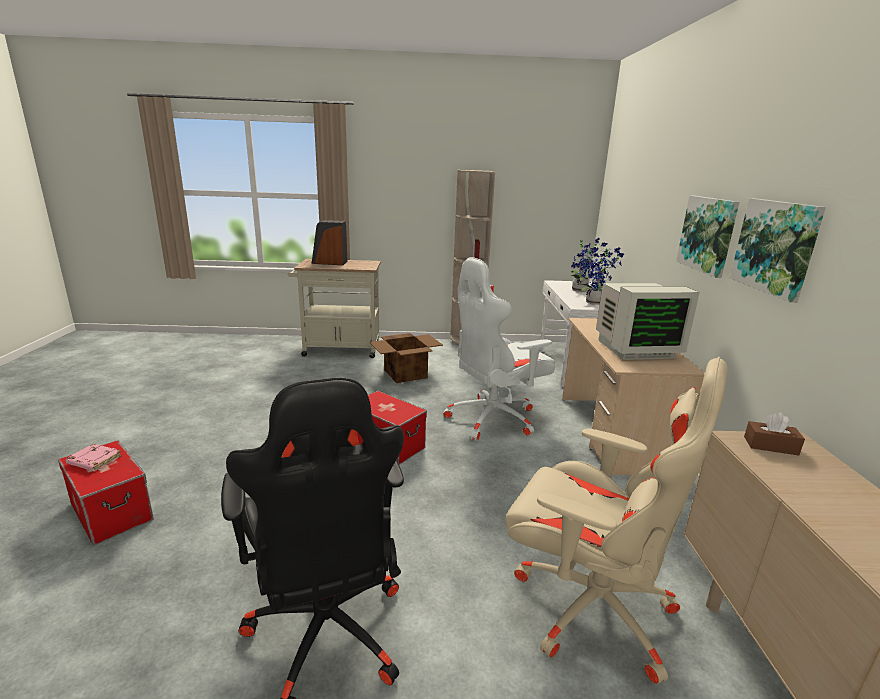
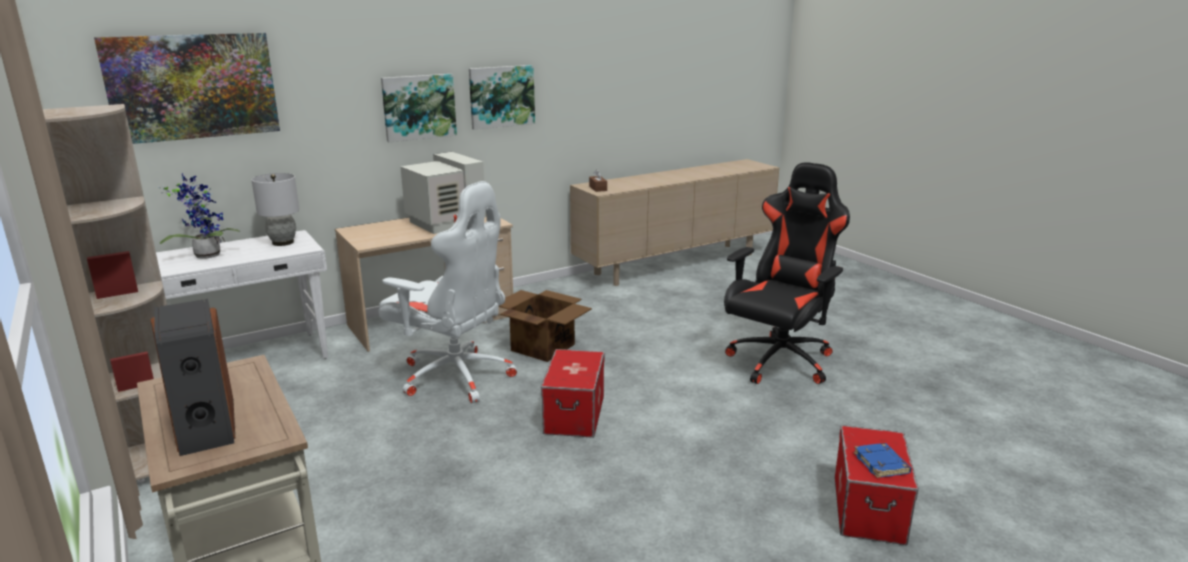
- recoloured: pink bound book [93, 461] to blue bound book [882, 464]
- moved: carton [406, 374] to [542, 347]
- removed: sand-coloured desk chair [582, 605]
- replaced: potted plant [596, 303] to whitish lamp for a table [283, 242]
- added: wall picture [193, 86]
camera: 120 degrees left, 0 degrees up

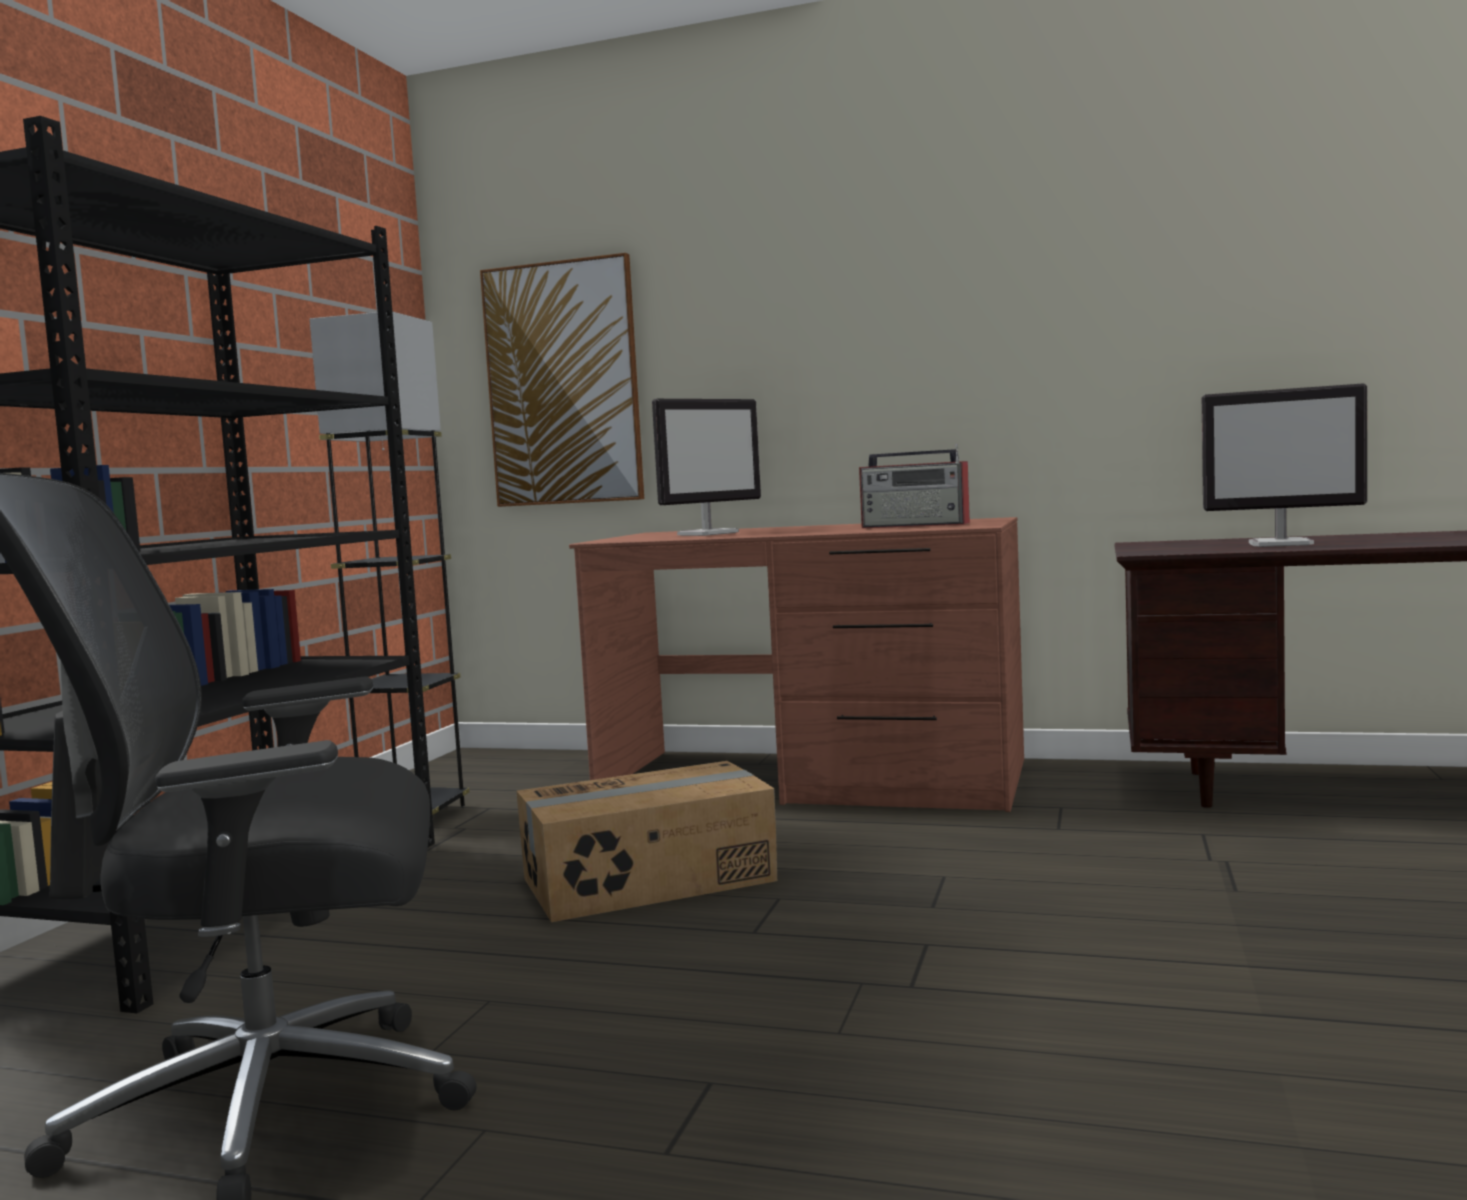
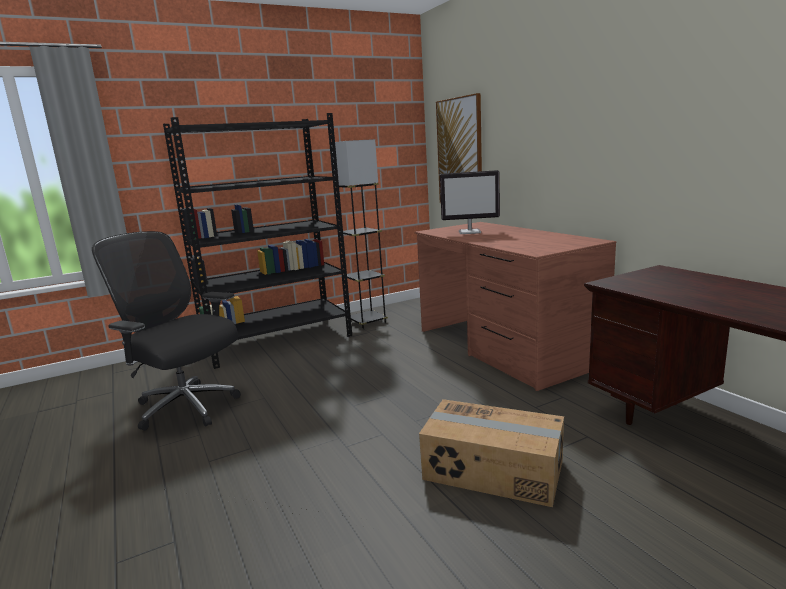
- moved: carton [649, 880] to [493, 471]
- removed: radio [917, 525]
- removed: monitor [1282, 544]
camera: 45 degrees right, 10 degrees up

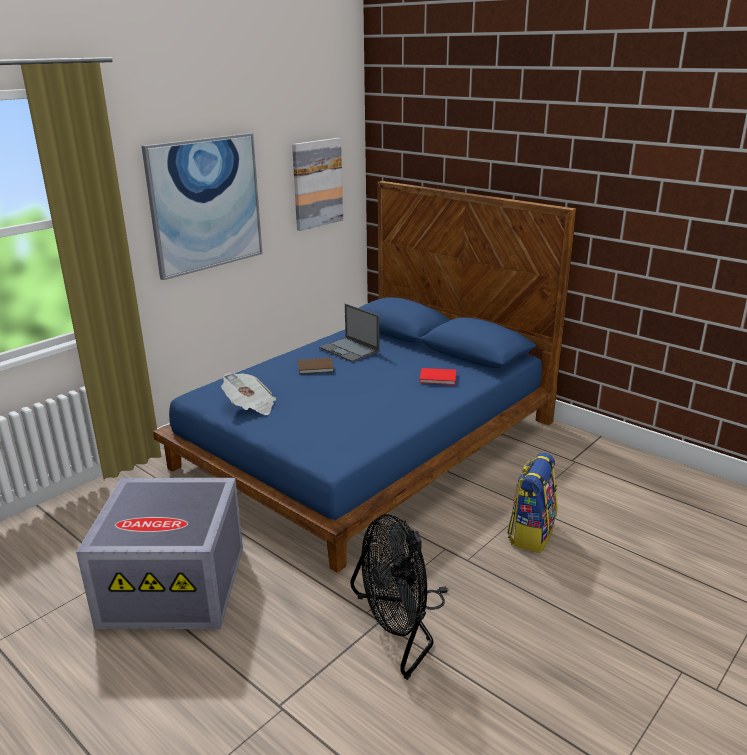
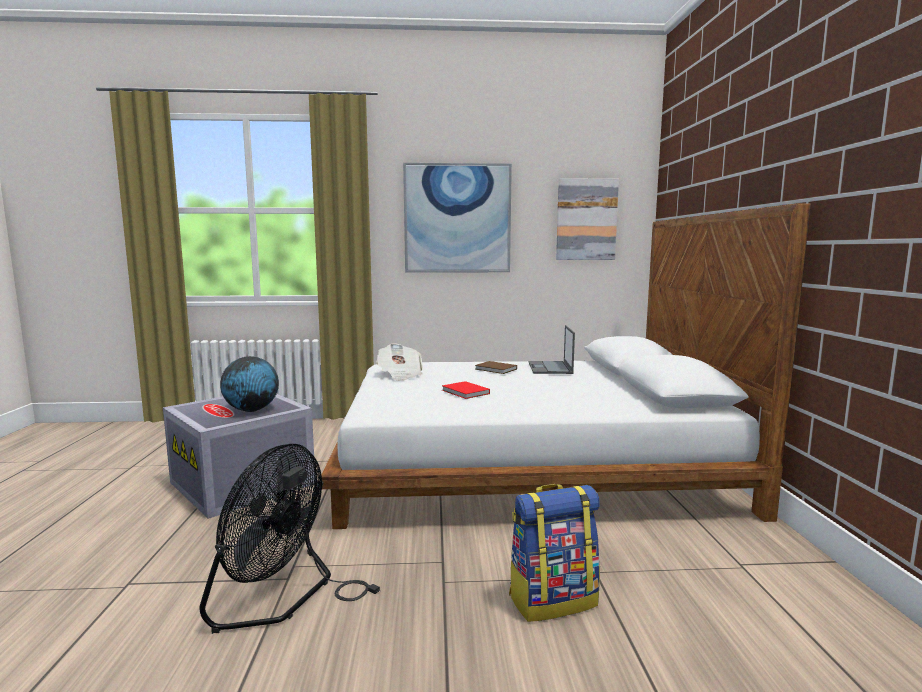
- recoloured: blue bed [367, 444] to whitish bed [526, 463]
- moved: red bound book [439, 378] to [465, 392]
- added: desk globe [251, 410]
camera: 45 degrees right, 15 degrees down

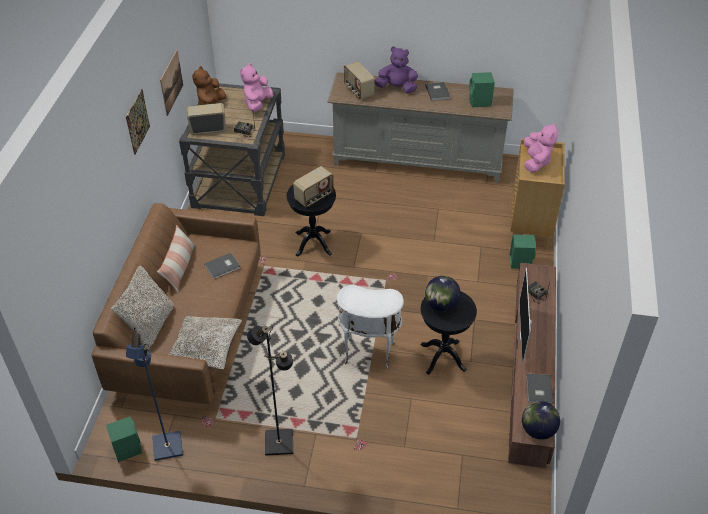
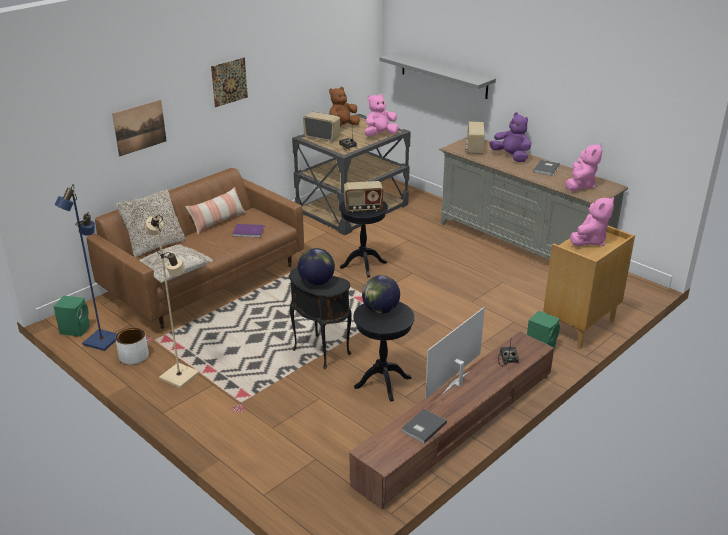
- moved: wall picture [171, 82] to [139, 127]
- recoloured: gray bound book [223, 267] to purplish bound book [249, 232]
- recoloured: black floor lamp [279, 442] to sand-coloured floor lamp [179, 376]
- recoloured: whitish side table [368, 355] to black side table [320, 353]
- replaced: greenish audio speaker [480, 102] to pink plush toy [580, 185]
- moved: desk globe [538, 430] to [316, 282]
- added: whitish flower pot [134, 356]
- added: gray bracket shelf [443, 75]
camera: 35 degrees right, 15 degrees down

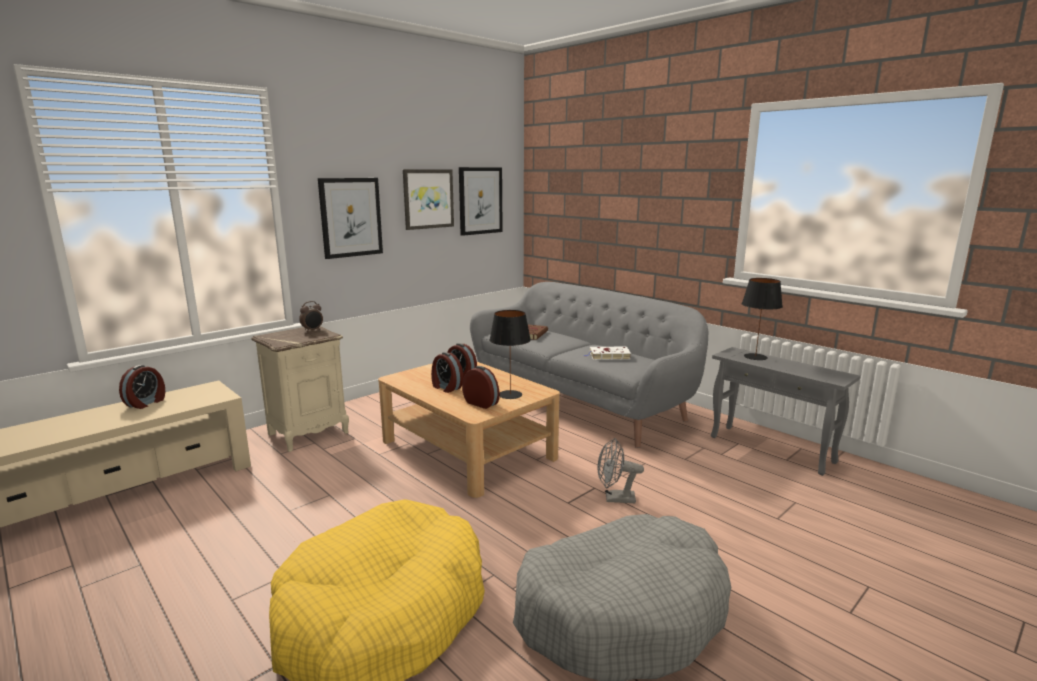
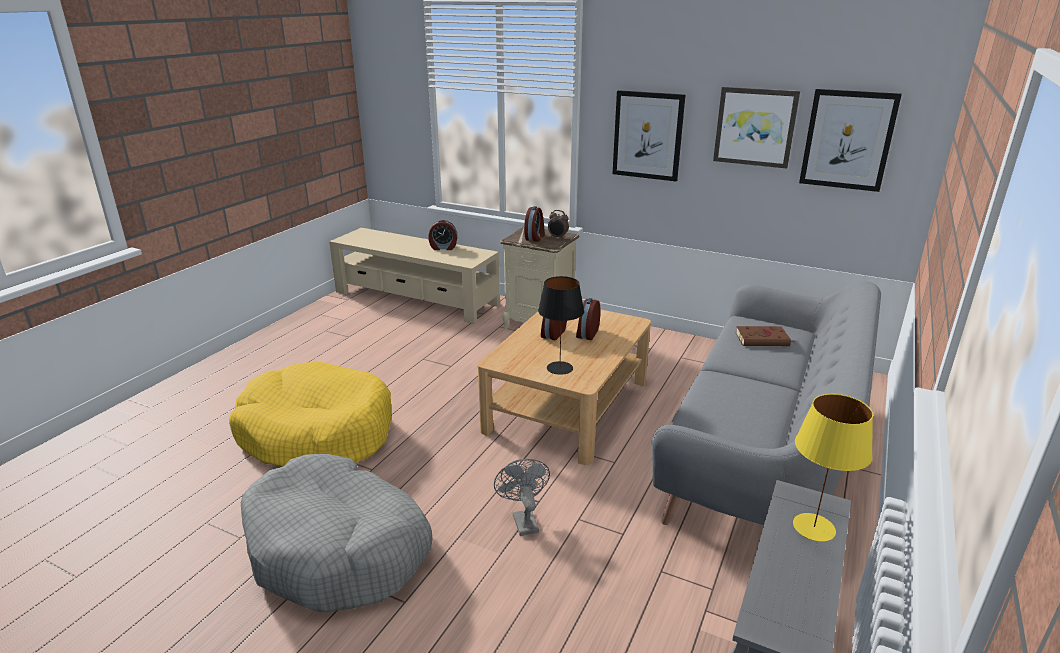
- moved: table clock [482, 403] to [535, 237]
- removed: whitish bound book [608, 356]
- recoloured: black lamp for a table [755, 357] to yellow-coloured lamp for a table [813, 526]
camera: 70 degrees right, 10 degrees up

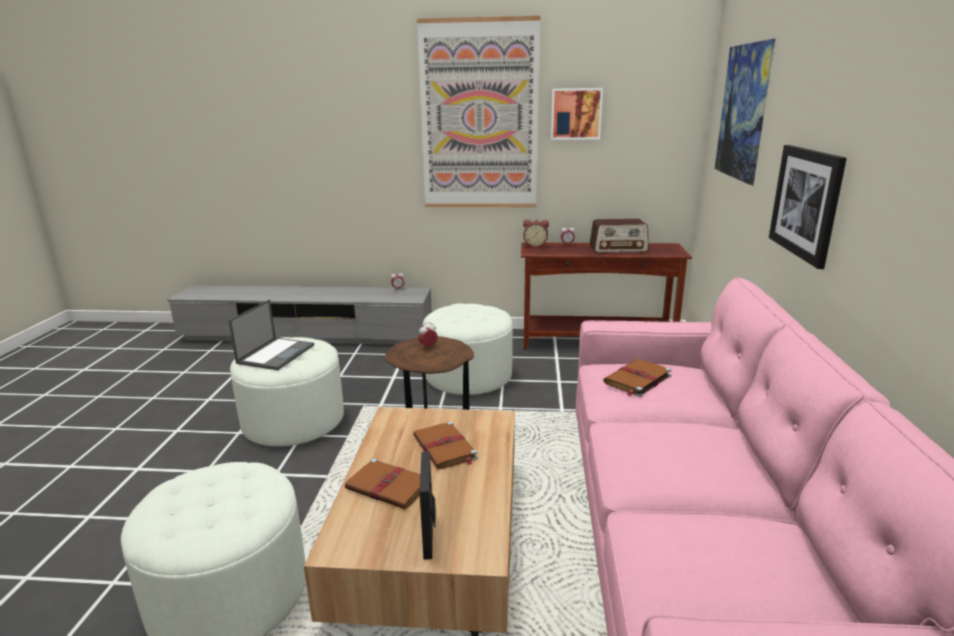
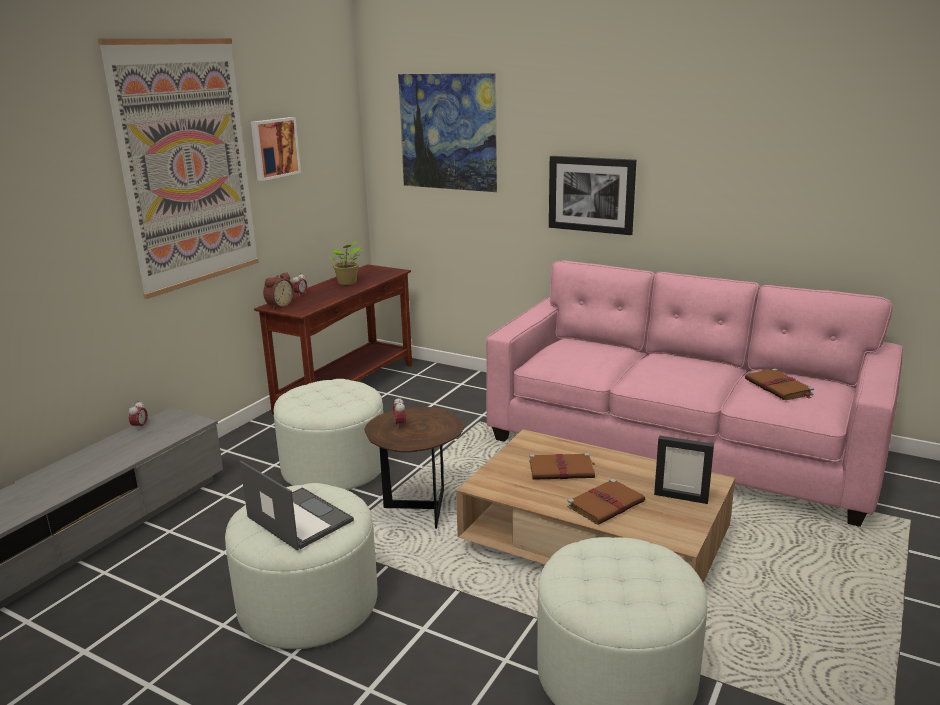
- replaced: radio [618, 248] to potted plant [347, 283]
- moved: brown bound book [637, 380] to [779, 387]
camera: 65 degrees left, 0 degrees up

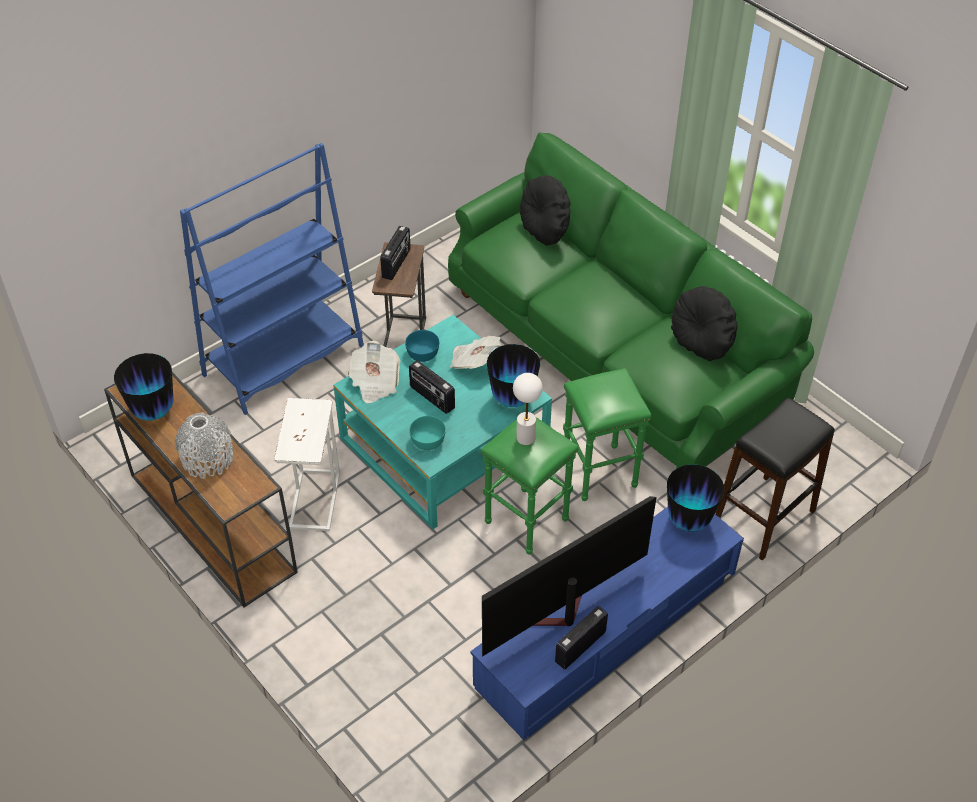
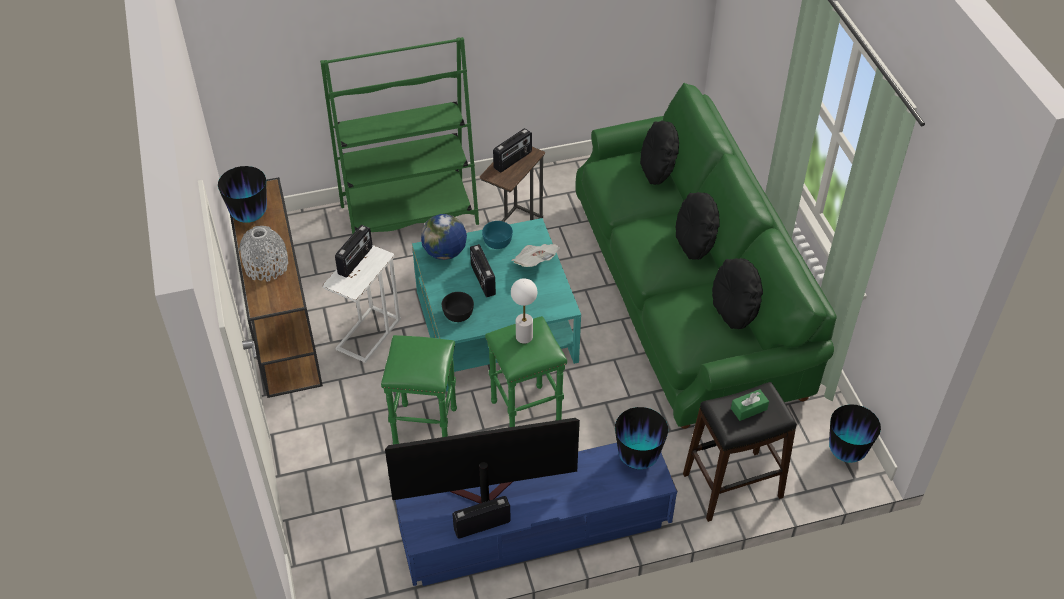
- recoloured: blue shelving unit [284, 361] to greenish shelving unit [409, 215]
- replaced: newspaper [375, 382] to desk globe [445, 253]
- recoloured: turquoise-coloured bowl [428, 441] to black bowl [458, 314]
- moved: flower vase [512, 399] to [846, 453]
- moved: greenish stool [599, 473] to [423, 428]
- added: radio [356, 261]
- added: black cushion [694, 245]
- added: greenish box of tissues [749, 409]
camera: 25 degrees right, 0 degrees up

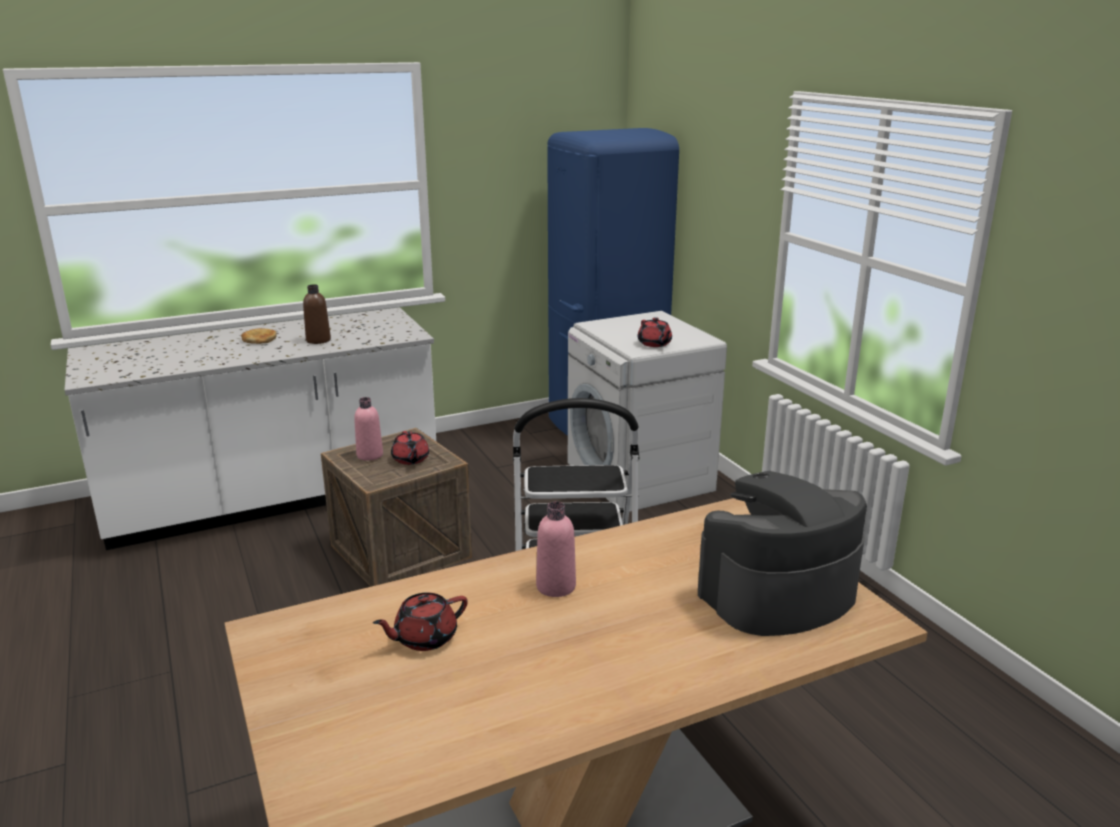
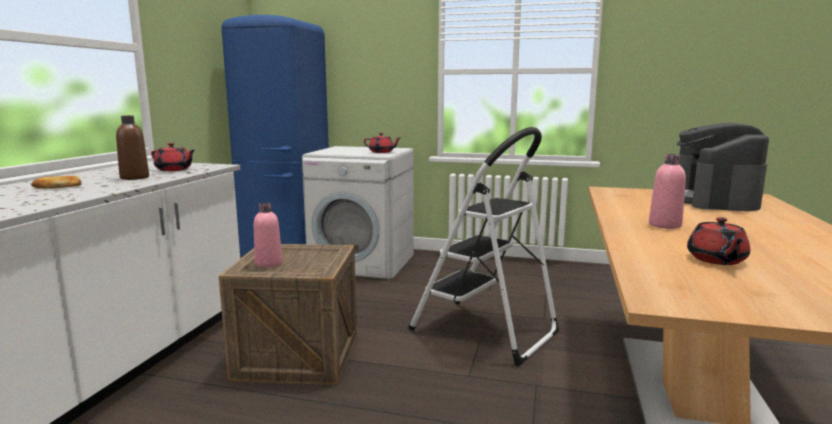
- moved: red tea pot [410, 459] to [174, 170]
camera: 50 degrees left, 10 degrees down

